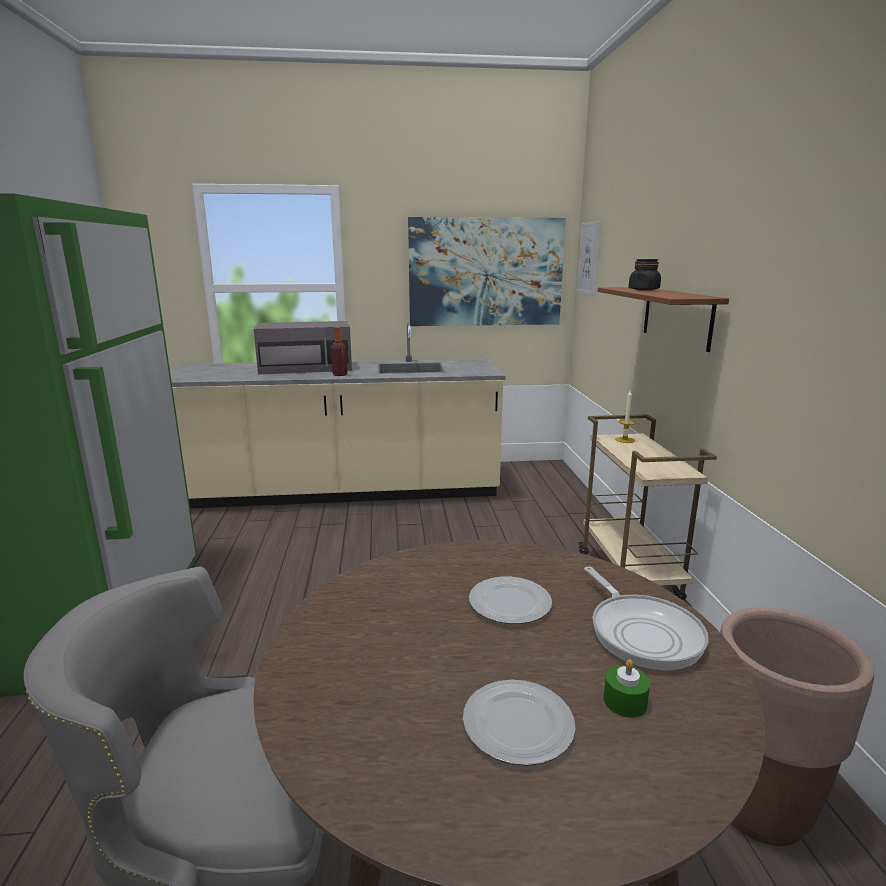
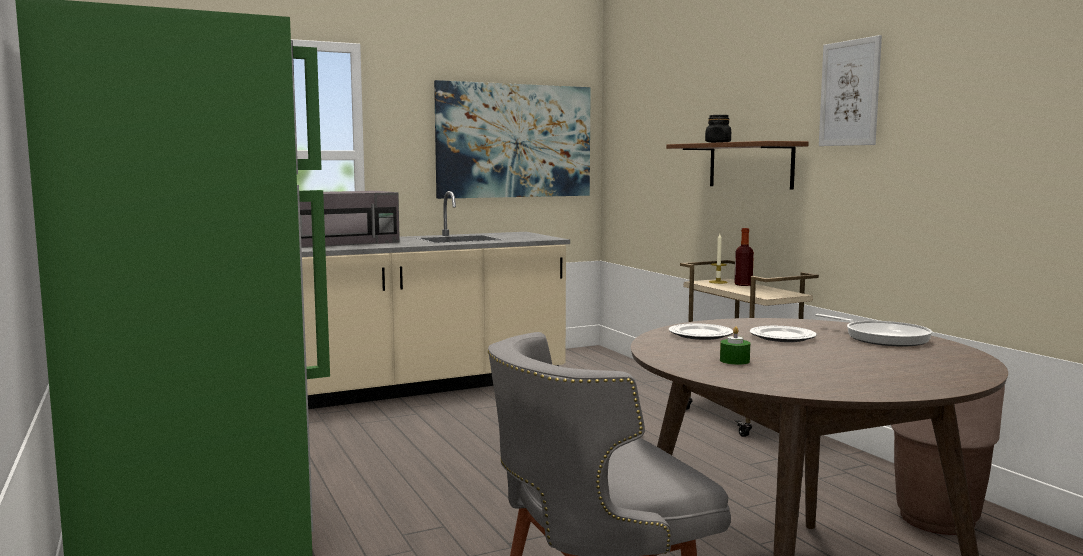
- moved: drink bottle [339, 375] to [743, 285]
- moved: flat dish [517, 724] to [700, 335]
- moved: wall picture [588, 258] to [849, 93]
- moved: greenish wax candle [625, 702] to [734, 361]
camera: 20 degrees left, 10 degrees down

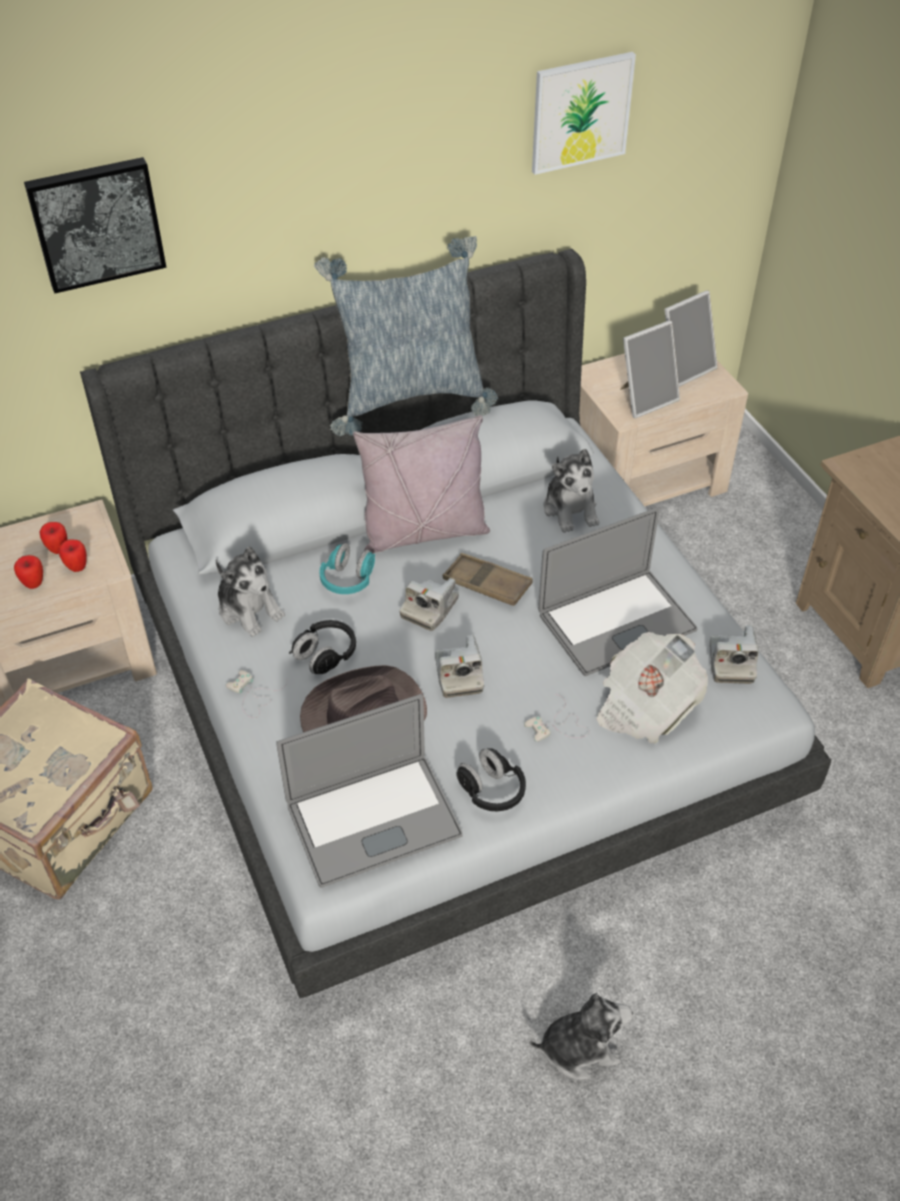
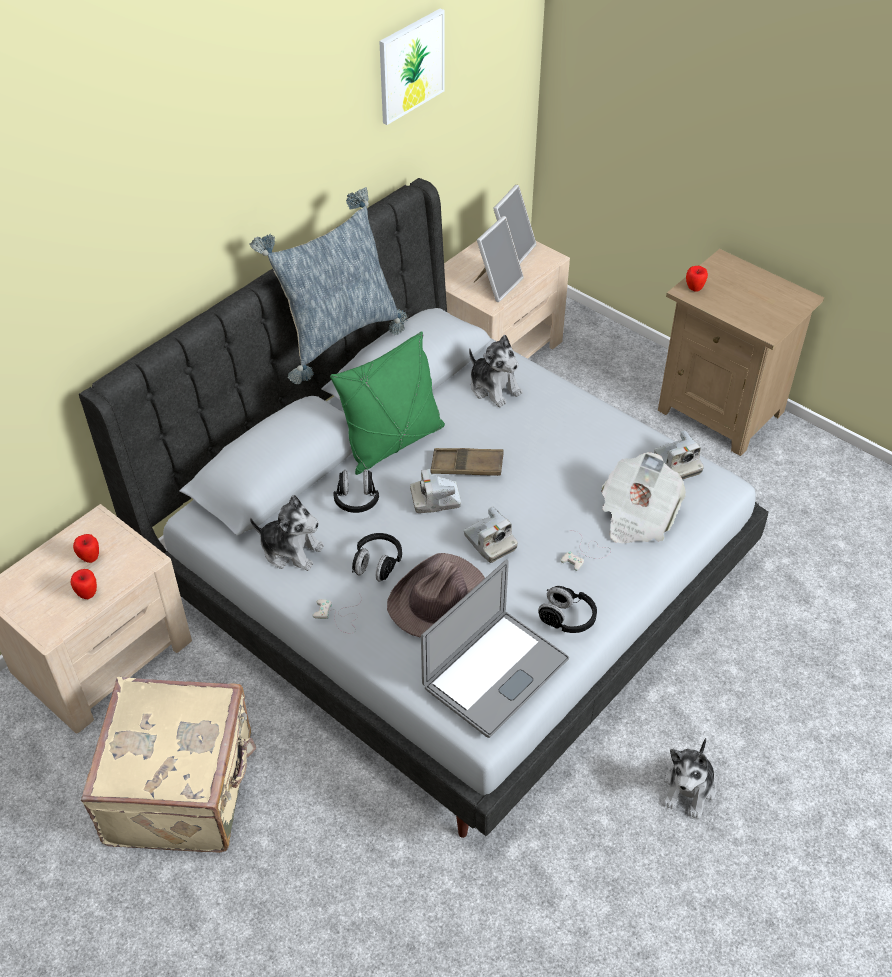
- removed: wall picture [96, 223]
- moved: apple [77, 567] to [694, 289]
- recoloured: turquoise-coloured headphones [348, 580] to black headphones [357, 500]
- recoloured: purplish cushion [424, 533] to greenish cushion [393, 443]
- turned: photo camera [430, 608] = [435, 500] 75 degrees clockwise
- turned: plush toy [579, 1048] = [689, 789] 150 degrees clockwise
- removed: portable computer [616, 622]
camera: 25 degrees left, 0 degrees up

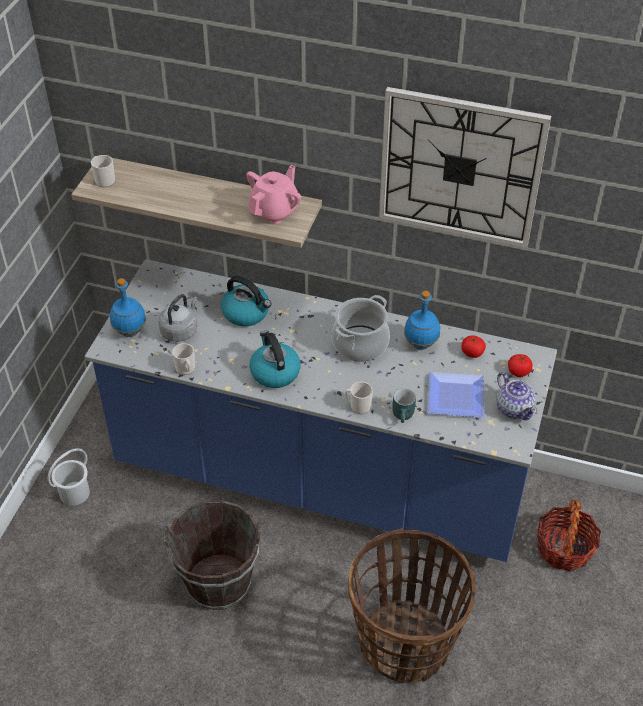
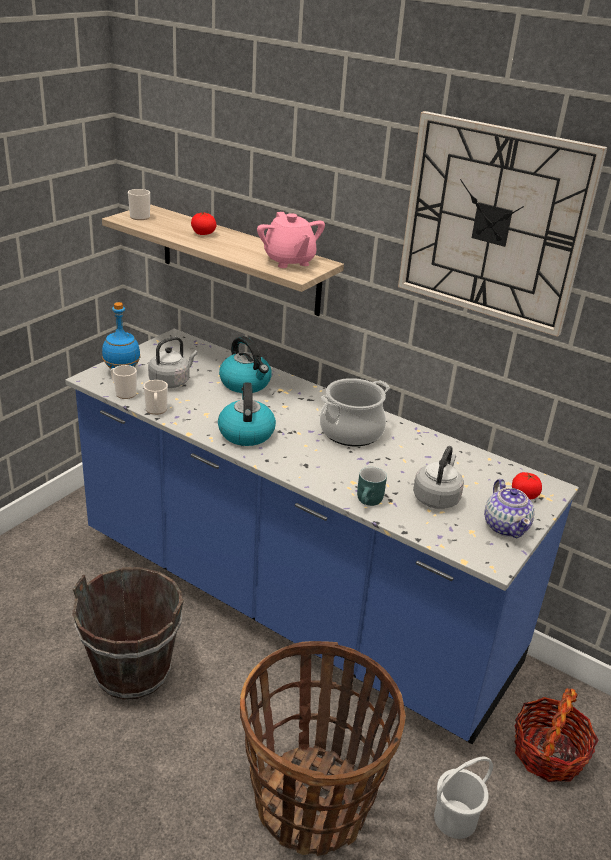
- moved: whitish bucket [74, 493] to [454, 818]
- turned: pink tea pot [274, 211] = [289, 261] 105 degrees clockwise
- moved: mug [358, 406] to [123, 393]
- removed: blue drink bottle [420, 344]
- replaced: flat dish [453, 395] to gray kettle [437, 497]
- moved: whole tomato [472, 353] to [203, 233]
camera: 15 degrees right, 15 degrees down

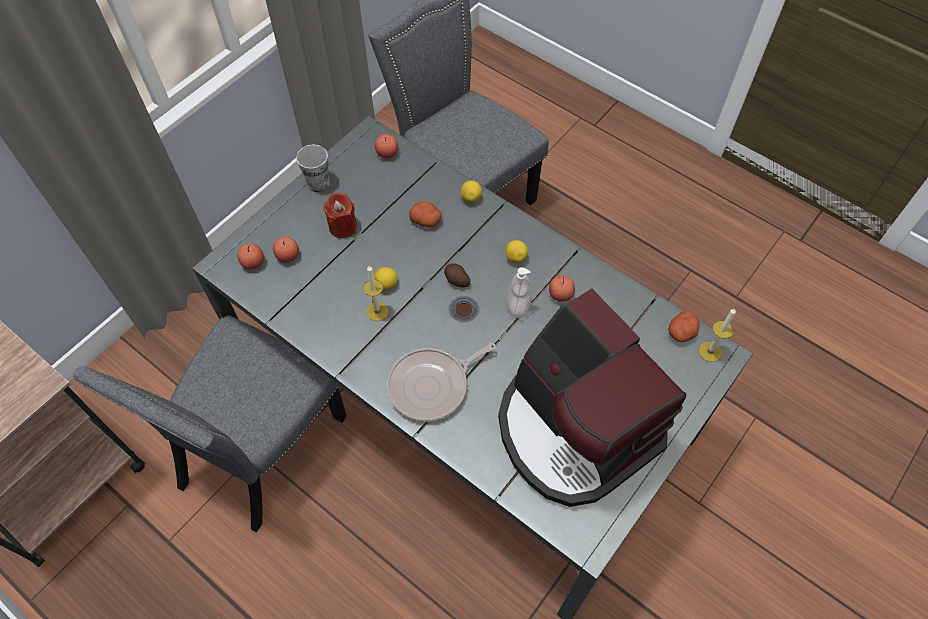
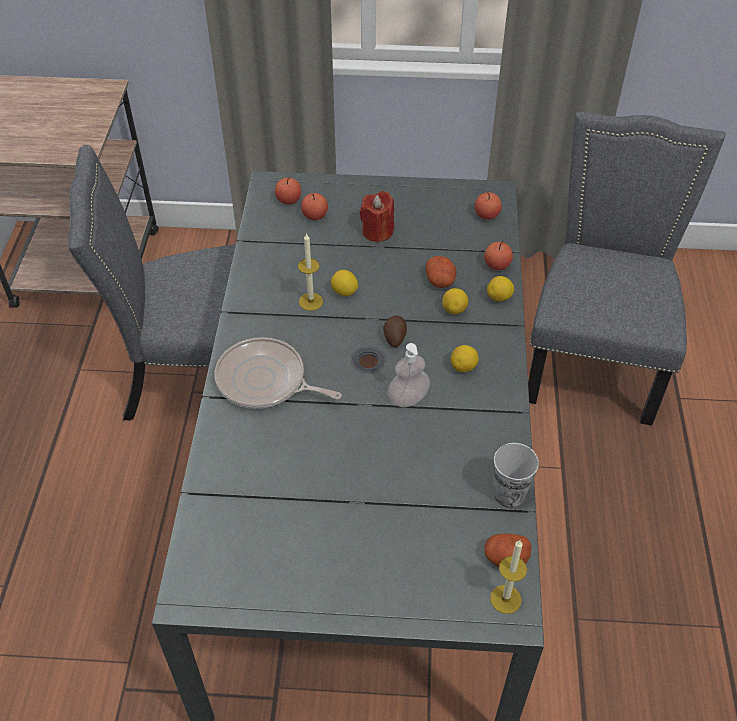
- moved: small cup [318, 183] to [509, 494]
- removed: coffee maker [574, 429]
- moved: apple [560, 294] to [497, 265]
- added: lemon [454, 310]
camera: 55 degrees right, 10 degrees down

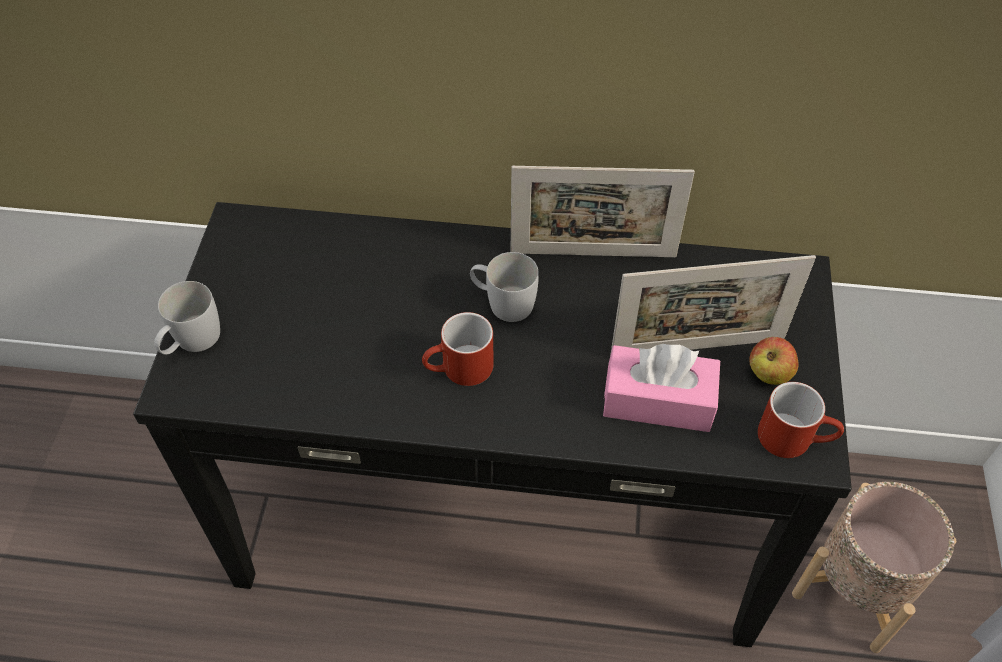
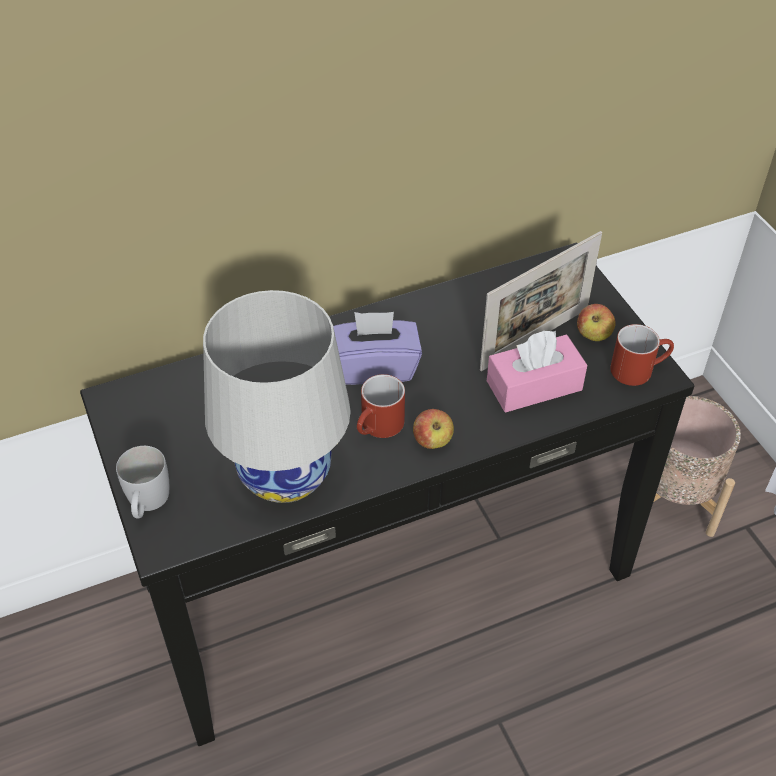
- replaced: whitish mug [502, 302] to purplish box of tissues [374, 367]
- removed: photo frame [593, 254]
- added: whitish lamp for a table [285, 474]
- added: apple [432, 441]
camera: 30 degrees left, 5 degrees down

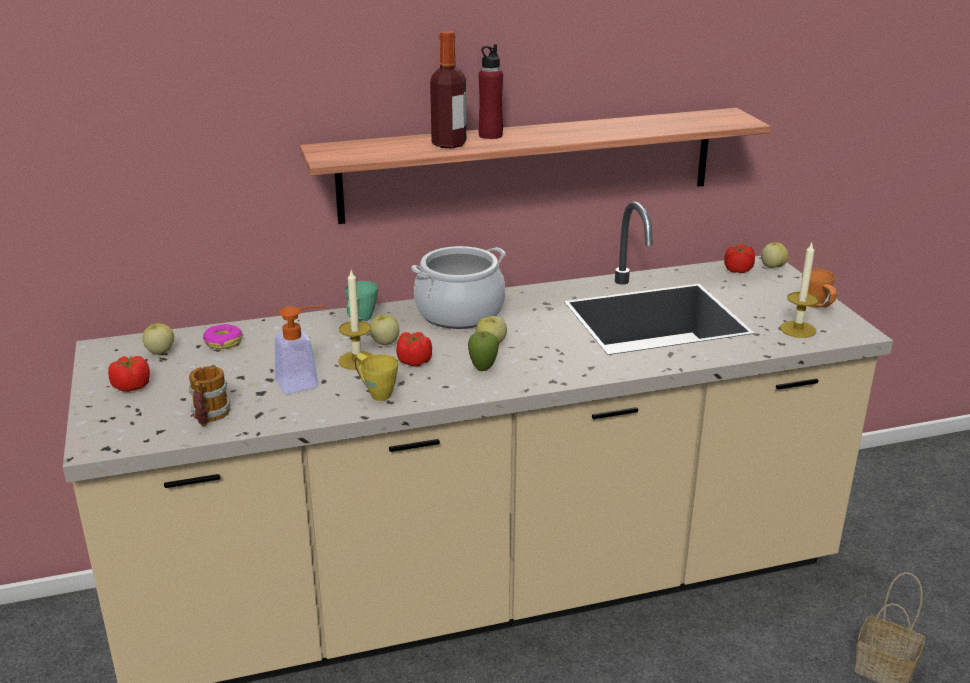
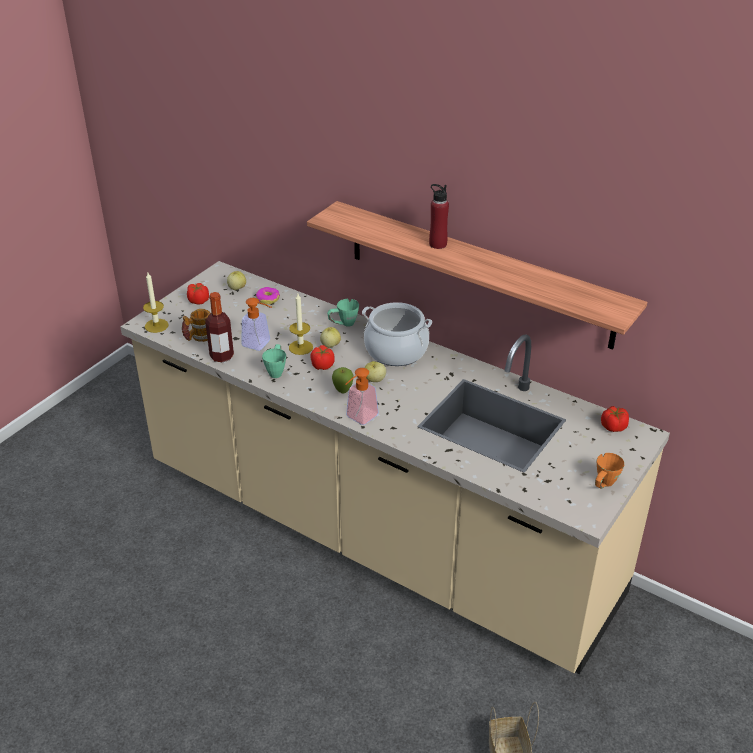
- recoloured: yellow-coloured mug [375, 392] to greenish mug [276, 371]
- moved: drink bottle [449, 144] to [222, 356]
- removed: apple [772, 267]
- moved: wax candle [798, 329] to [156, 325]
- added: liquid soap bottle [358, 418]
camera: 50 degrees right, 10 degrees up

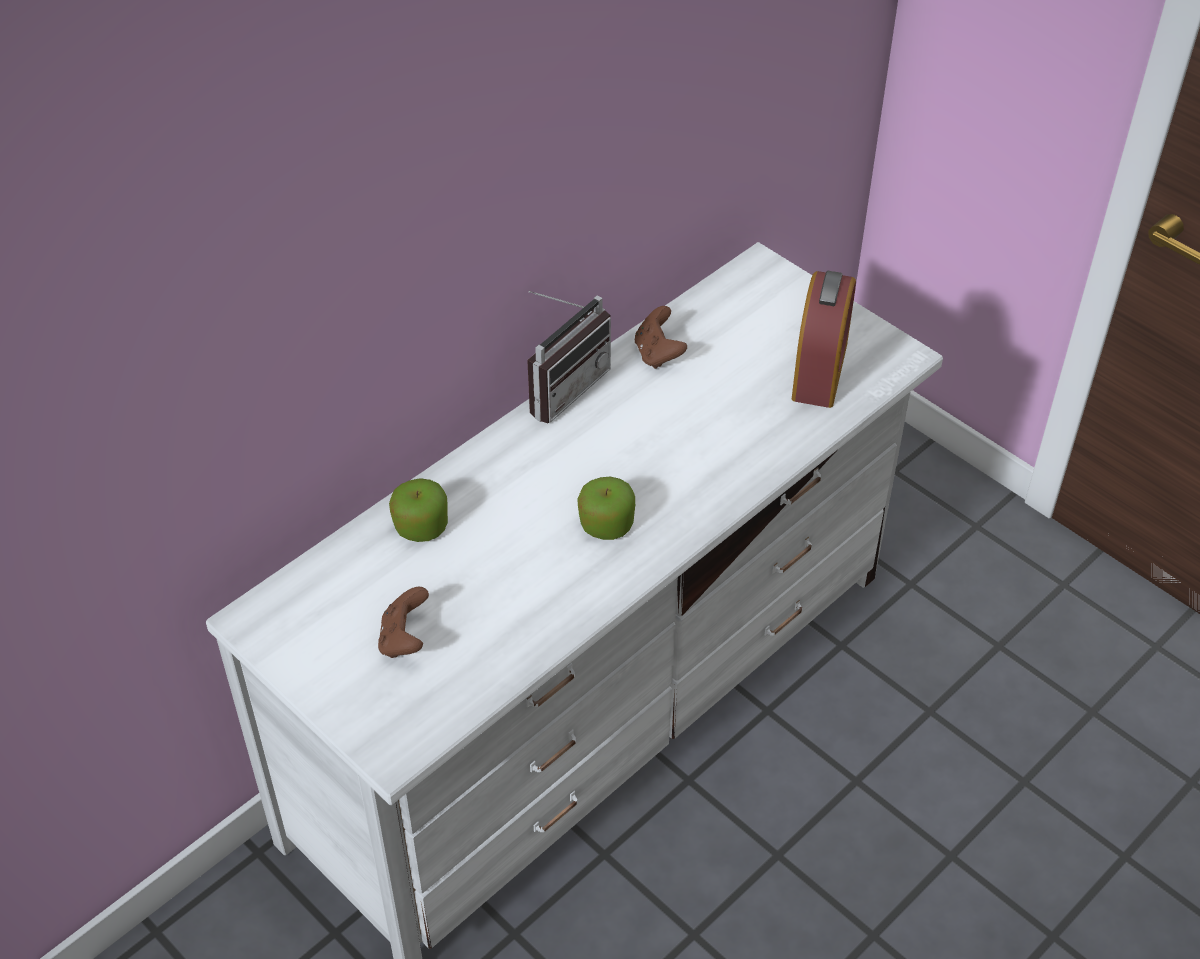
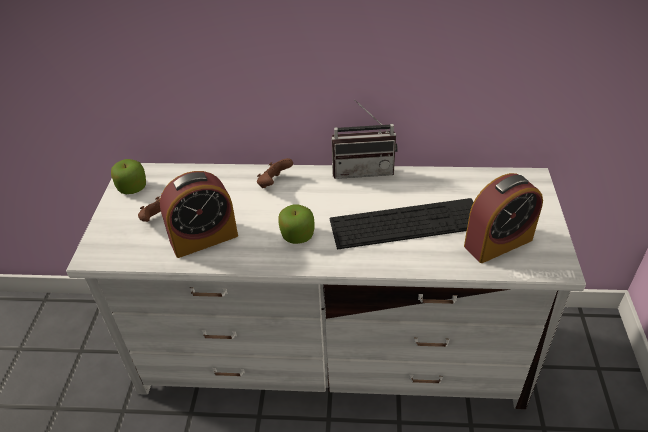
- moved: apple [421, 527] to [132, 187]
- moved: brown joypad [658, 354] to [274, 183]
- added: table clock [204, 238]
- added: computer keyboard [406, 224]
camera: 50 degrees right, 5 degrees down

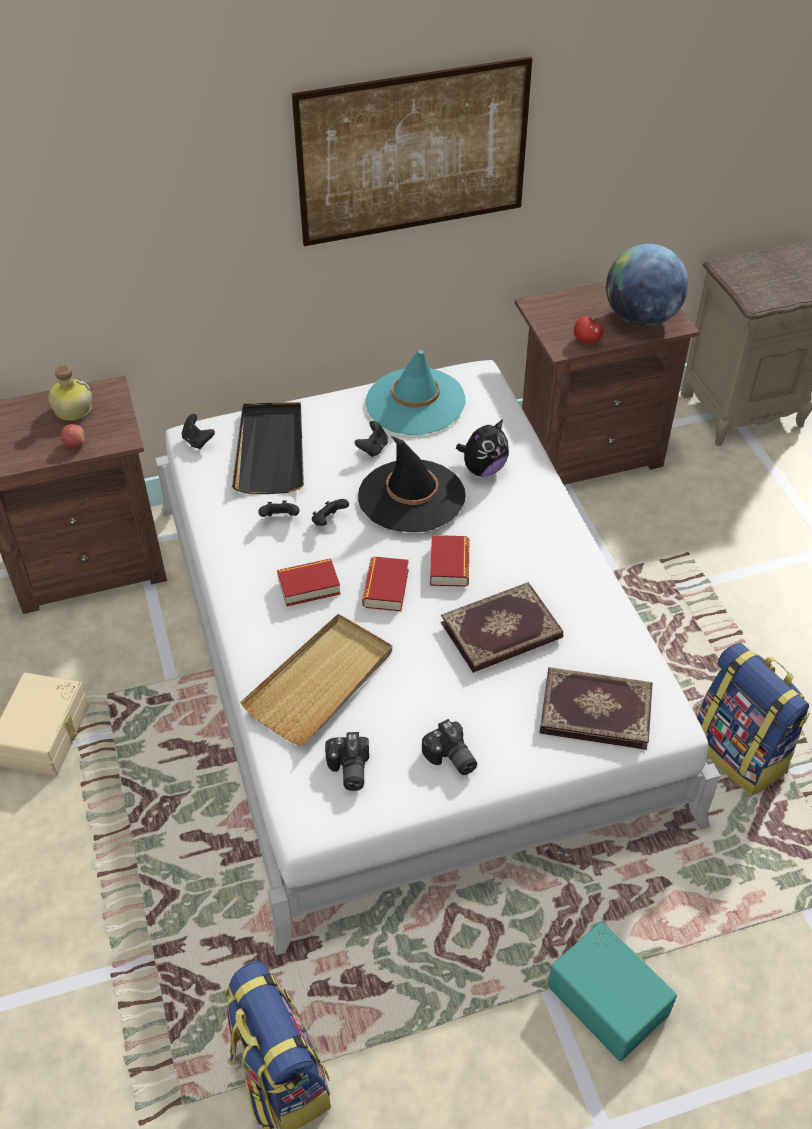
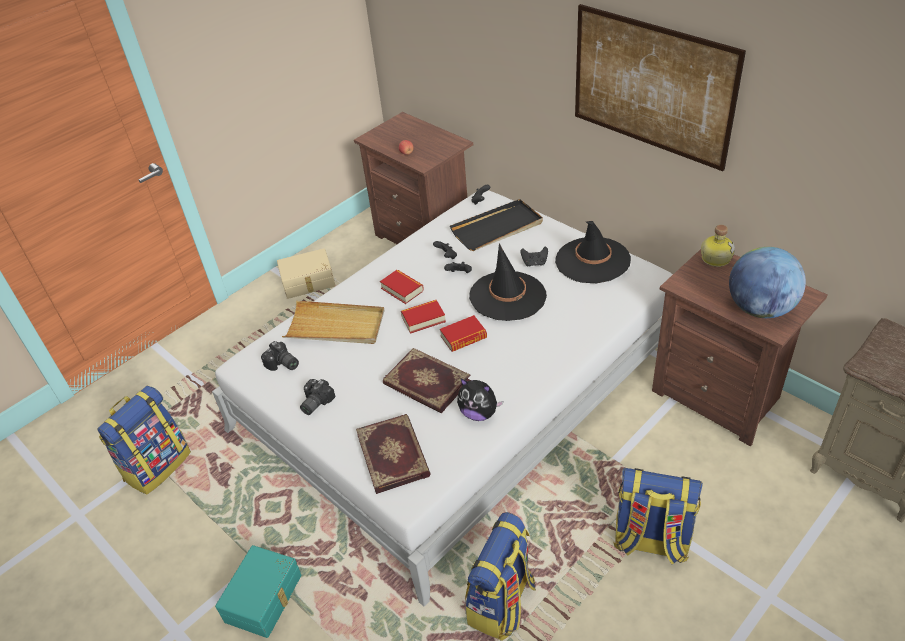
- moved: drink bottle [72, 409] to [715, 258]
- turned: photo camera [347, 770] = [282, 365] 105 degrees counterclockwise
- recoloured: turquoise-coloured hat [415, 402] to black hat [592, 260]
- moved: plush toy [483, 469] to [479, 413]
- removed: apple [586, 341]
- added: backpack [650, 541]
camera: 65 degrees right, 5 degrees down

